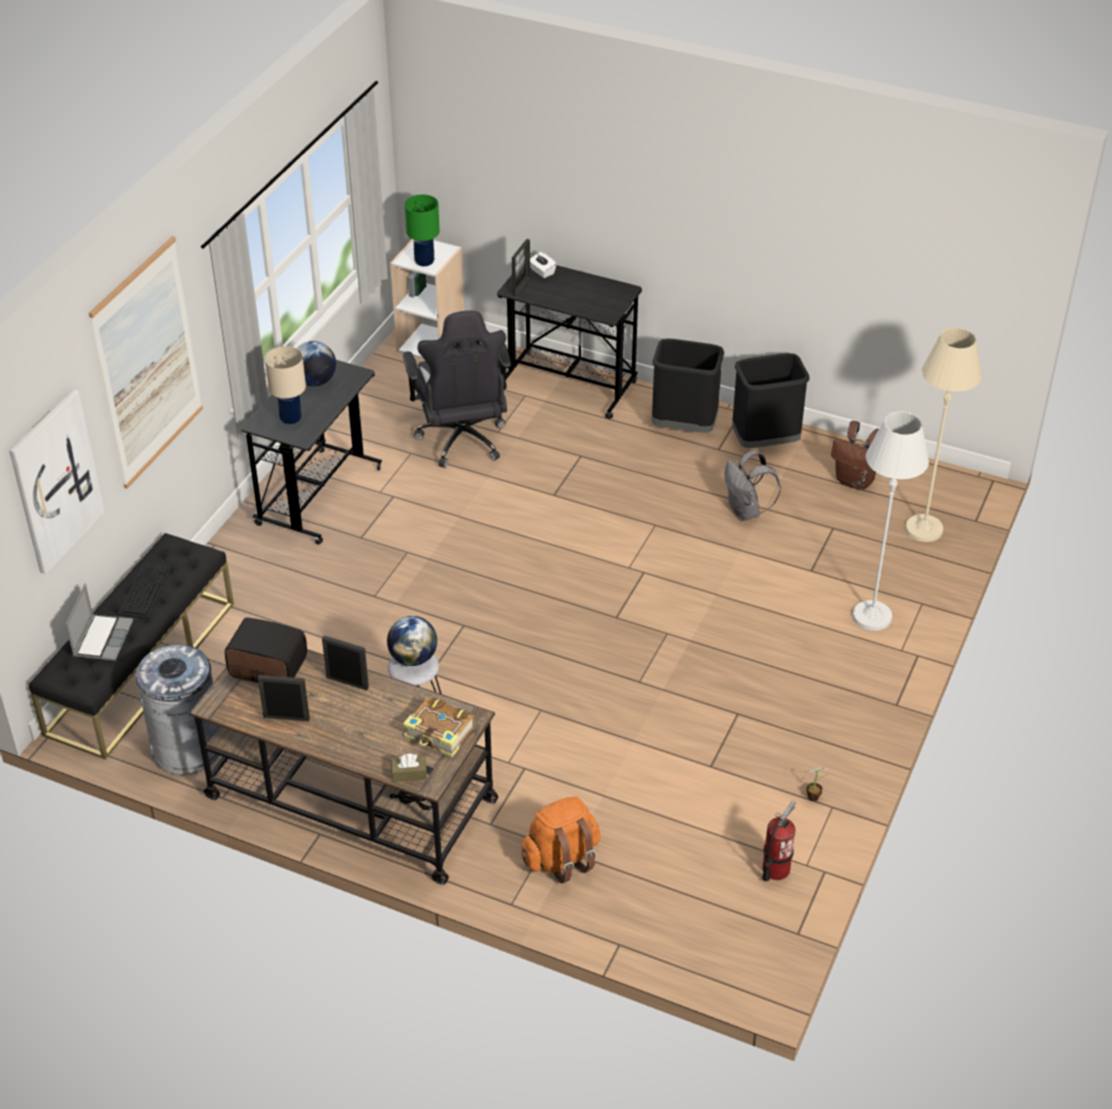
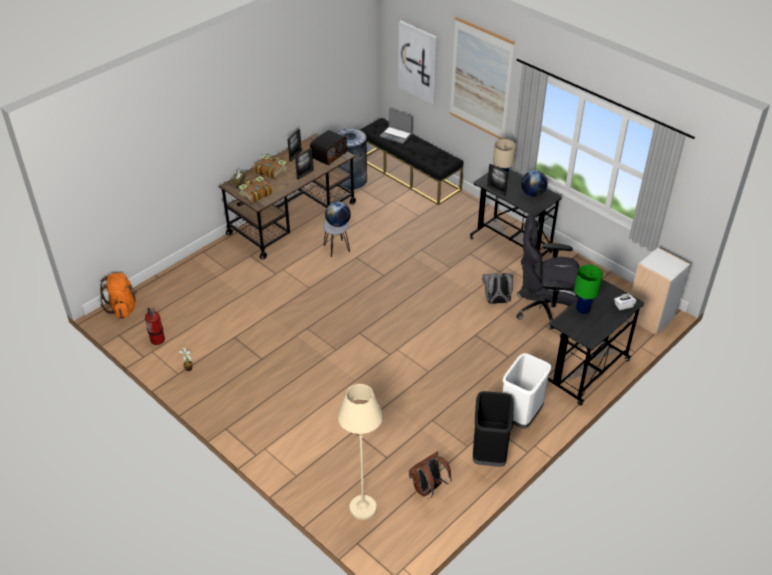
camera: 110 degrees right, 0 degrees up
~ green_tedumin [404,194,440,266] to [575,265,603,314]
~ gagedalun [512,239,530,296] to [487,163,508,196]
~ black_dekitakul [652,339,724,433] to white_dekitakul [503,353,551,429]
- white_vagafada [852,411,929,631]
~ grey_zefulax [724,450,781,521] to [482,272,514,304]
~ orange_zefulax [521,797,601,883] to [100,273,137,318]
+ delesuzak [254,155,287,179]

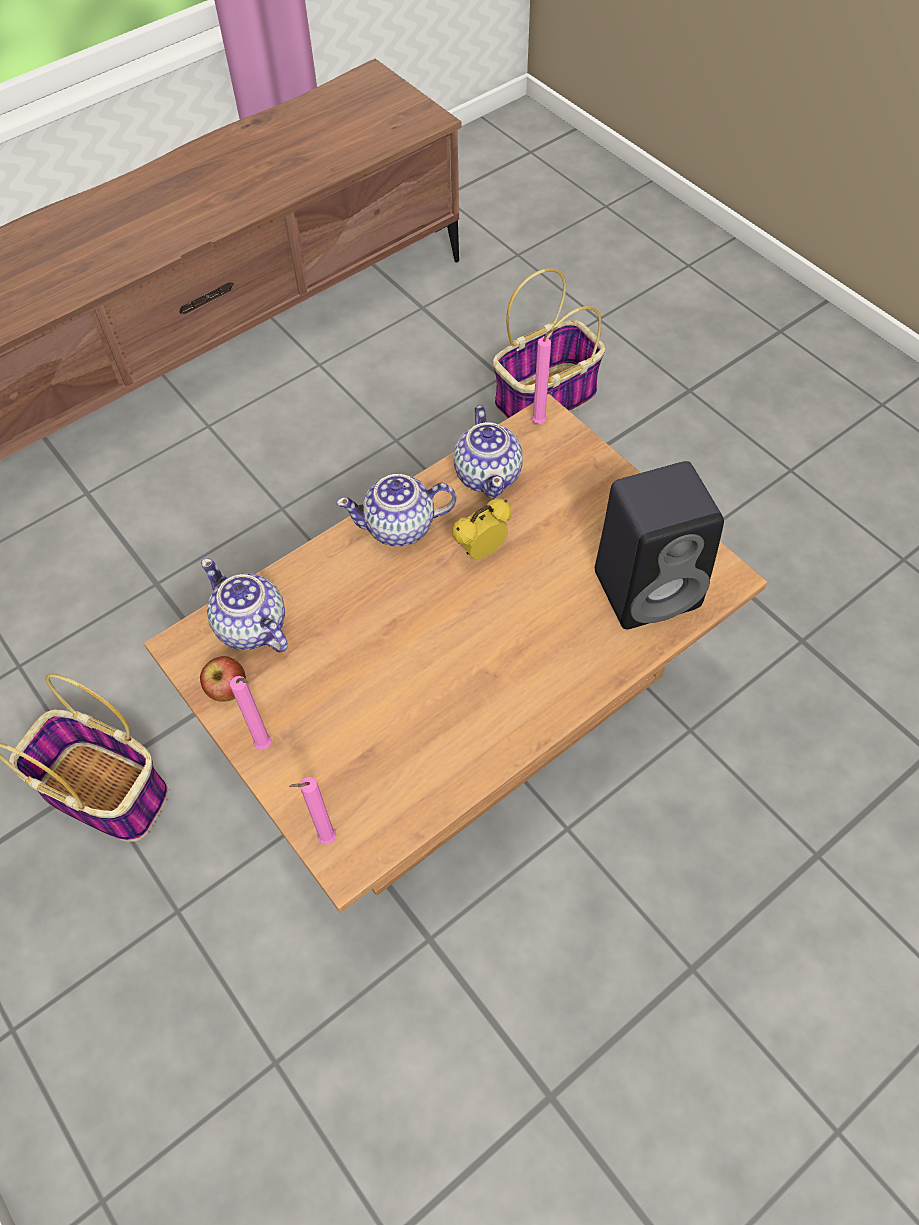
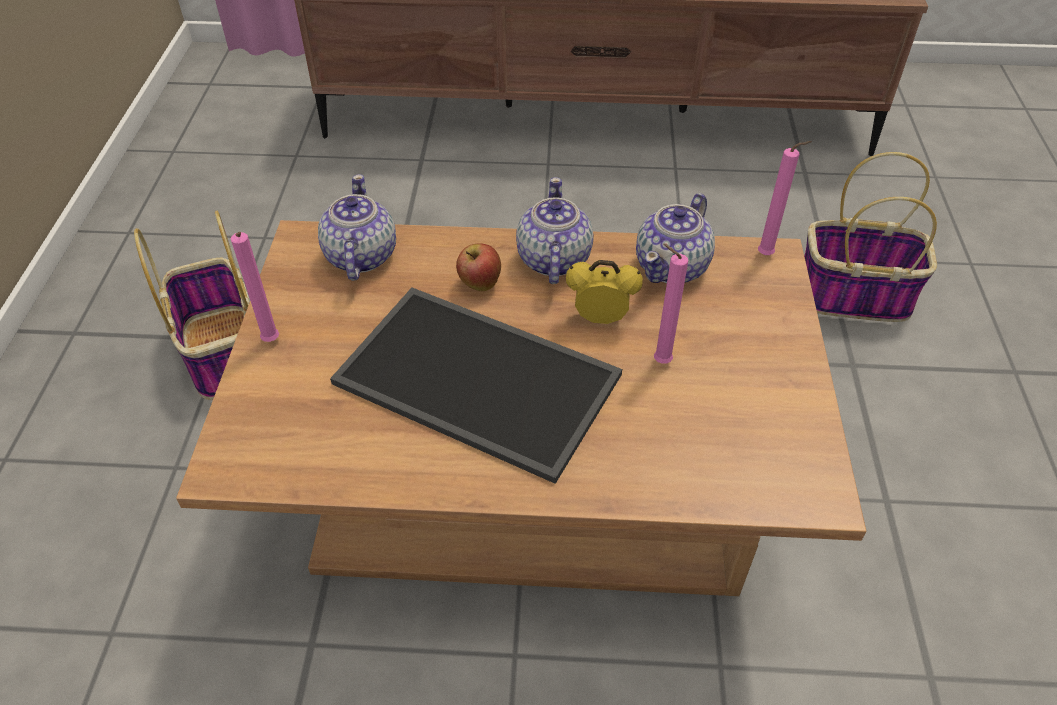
camera: 40 degrees right, 10 degrees down
- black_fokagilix [595,461,724,629]
~ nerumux [336,474,457,546] = [516,177,594,284] 60 degrees clockwise
~ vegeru [200,656,246,702] to [456,243,501,291]
~ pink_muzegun [289,776,336,845] to [654,244,688,364]
+ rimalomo [330,287,622,484]

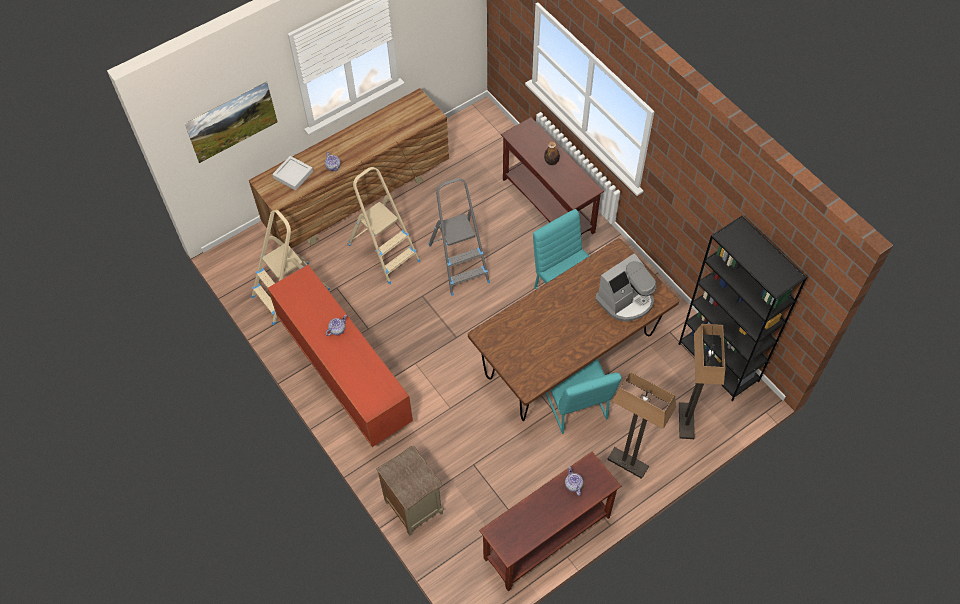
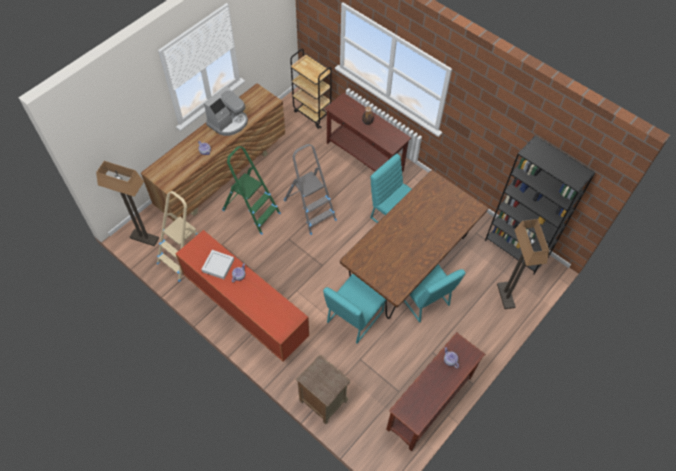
camera: 15 degrees left, 0 degrees up
- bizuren [185,82,277,163]
~ grey_rimalomo [272,156,313,191] to [201,250,234,279]
~ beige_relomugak [347,167,420,284] to green_relomugak [222,146,281,235]
~ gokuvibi [595,253,656,322] to [204,86,248,136]
~ vagafada [607,372,676,479] to [96,161,159,246]
+ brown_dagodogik [290,49,332,129]
+ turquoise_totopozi [323,274,386,344]

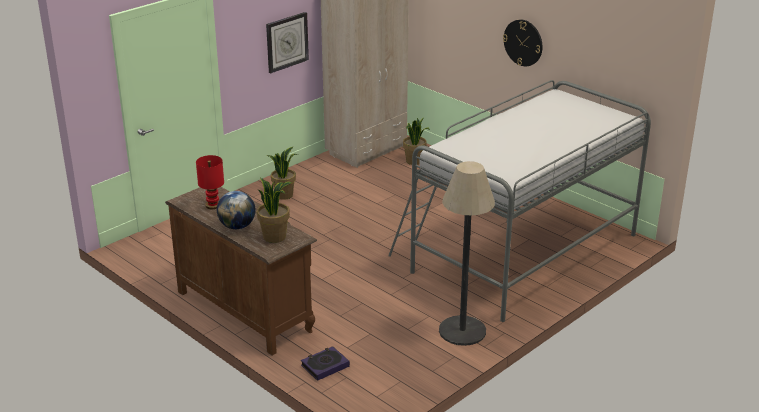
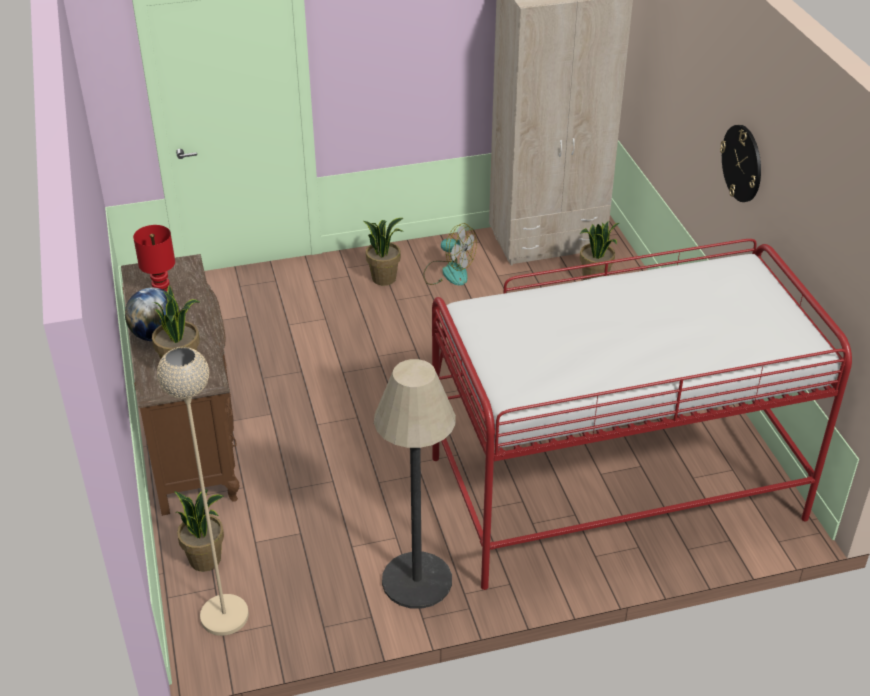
camera: 30 degrees right, 10 degrees up
- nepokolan [266,12,309,73]
~ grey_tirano [388,80,651,322] to red_tirano [432,239,852,590]
~ delesuzak [301,346,350,381] to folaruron [174,490,224,572]
+ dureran [423,223,477,286]
+ beige_vagafada [157,347,249,636]

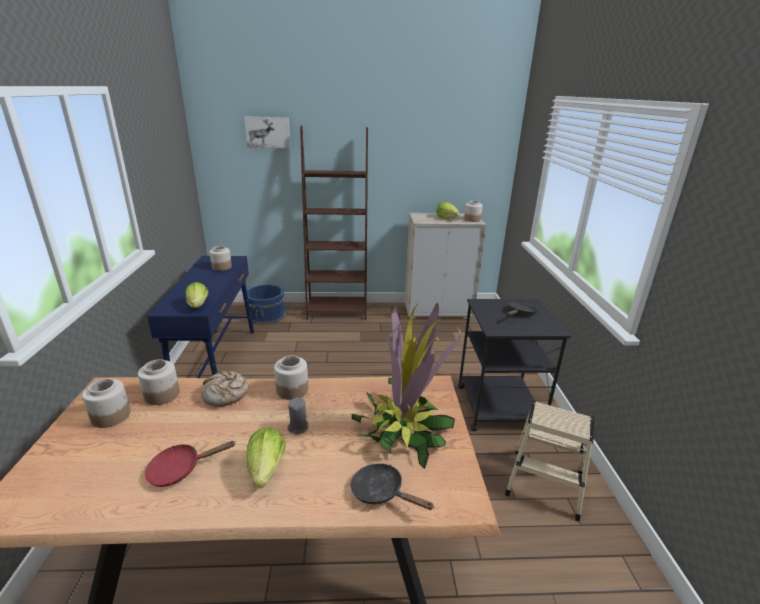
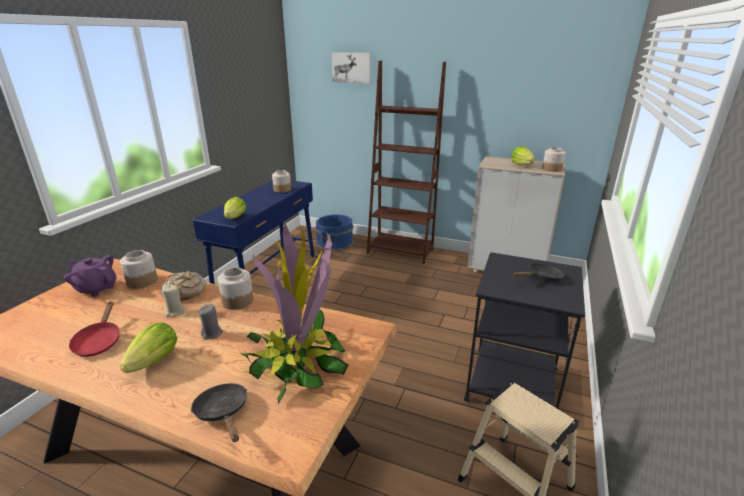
camera: 25 degrees right, 0 degrees up
~ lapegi [82,378,130,428] to purple_nerumux [64,255,116,297]
~ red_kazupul [145,441,235,487] = [69,301,120,357] 105 degrees counterclockwise
+ beige_muzegun [162,285,185,317]

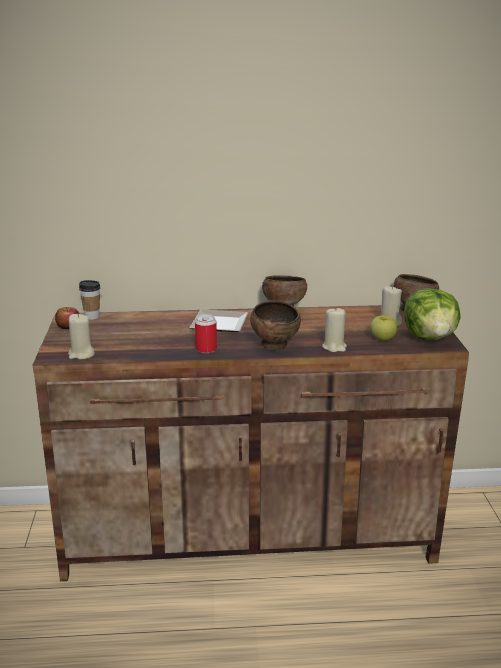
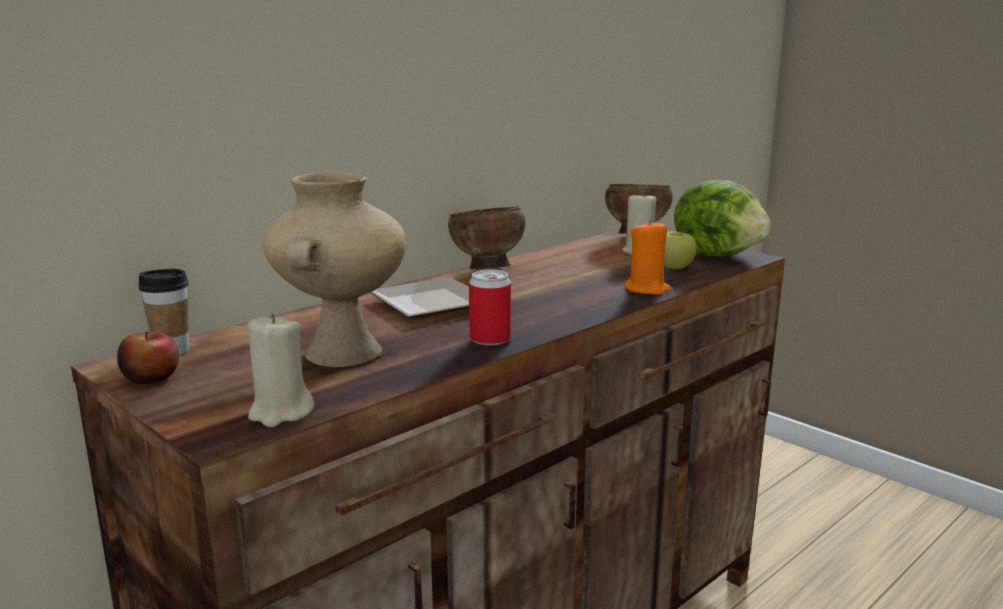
camera: 40 degrees left, 5 degrees down
- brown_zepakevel [250,301,301,351]
~ beige_muzegun [322,307,347,352] to orange_muzegun [624,219,671,295]
+ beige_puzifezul [263,172,406,367]

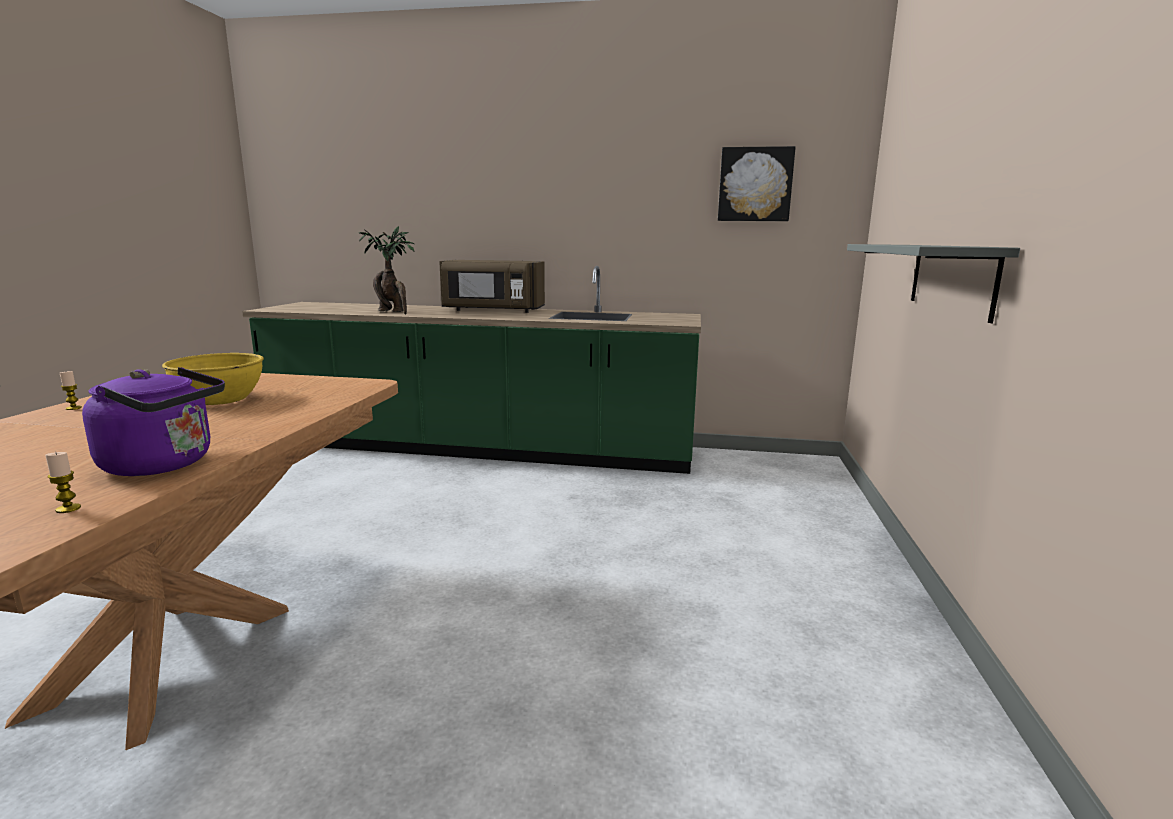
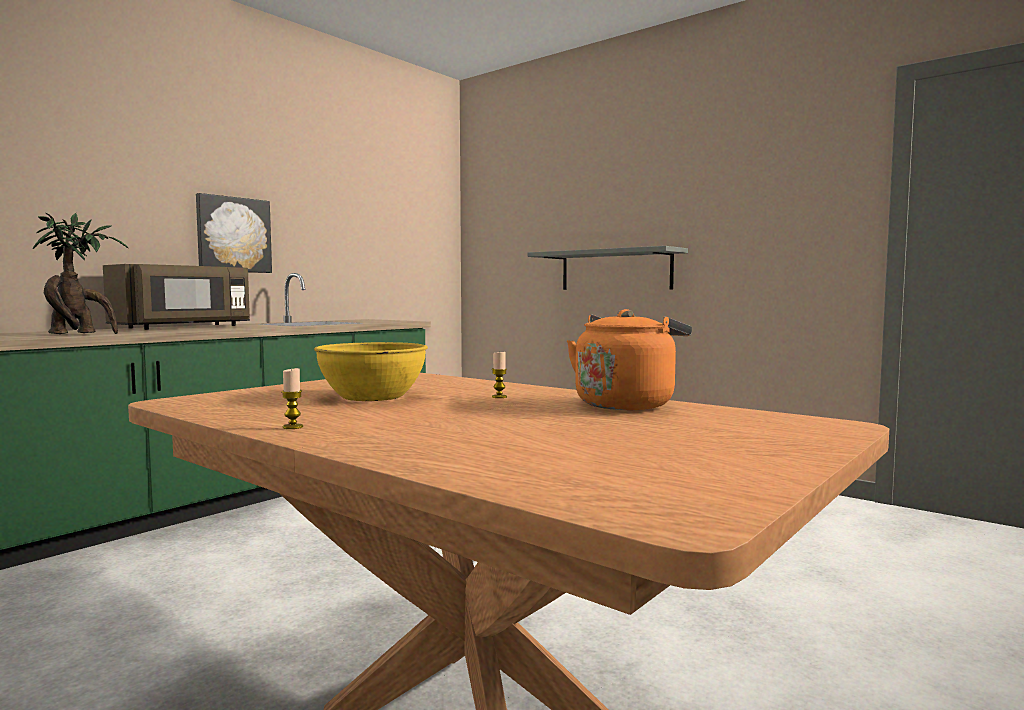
camera: 60 degrees left, 10 degrees down
~ bizuren [718,146,796,221] to [196,193,272,273]
~ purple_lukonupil [82,367,225,476] to orange_lukonupil [567,309,692,410]
~ muzegun [45,452,81,513] to [492,351,507,398]

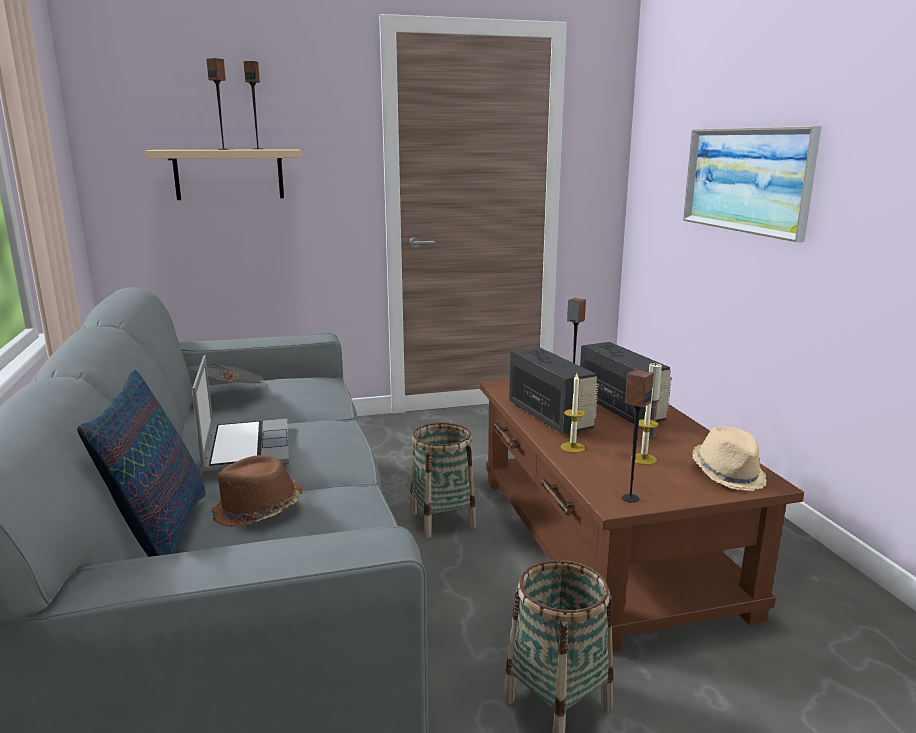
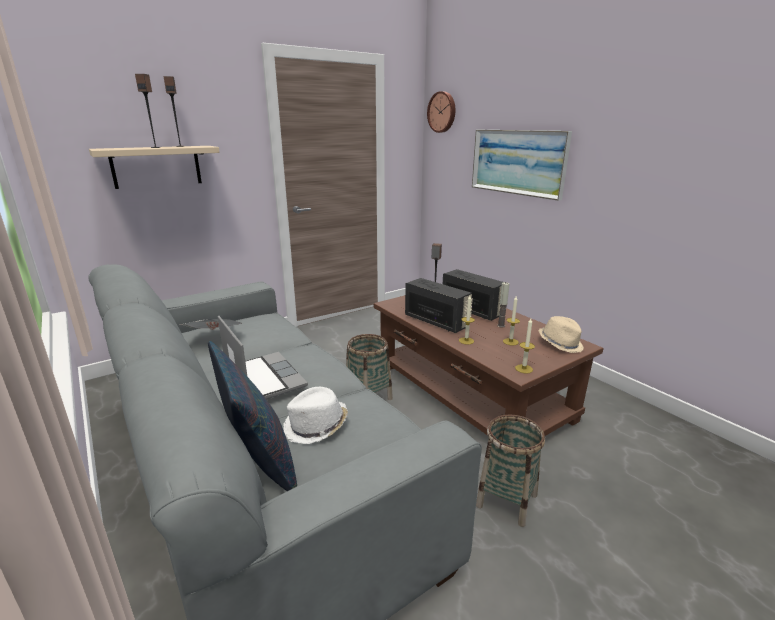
camera: 20 degrees left, 5 degrees up
~ fokagilix [622,369,654,503] to muzegun [515,319,535,374]
~ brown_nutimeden [212,455,303,527] to white_nutimeden [283,387,348,444]
+ nepokolan [427,91,455,133]

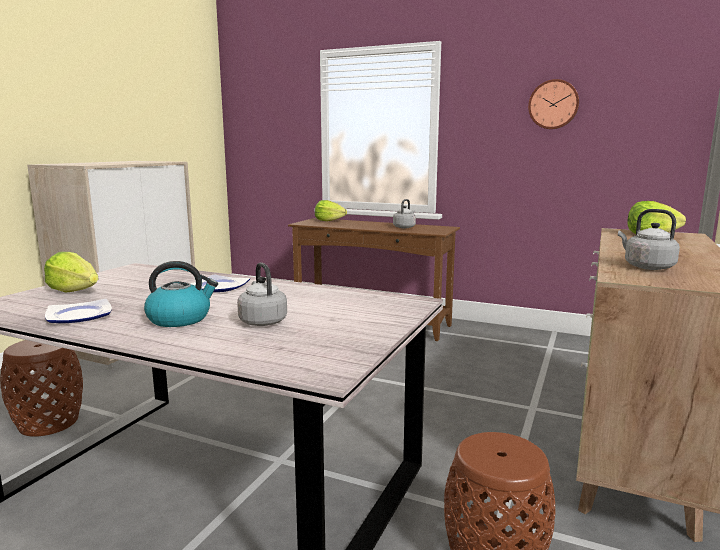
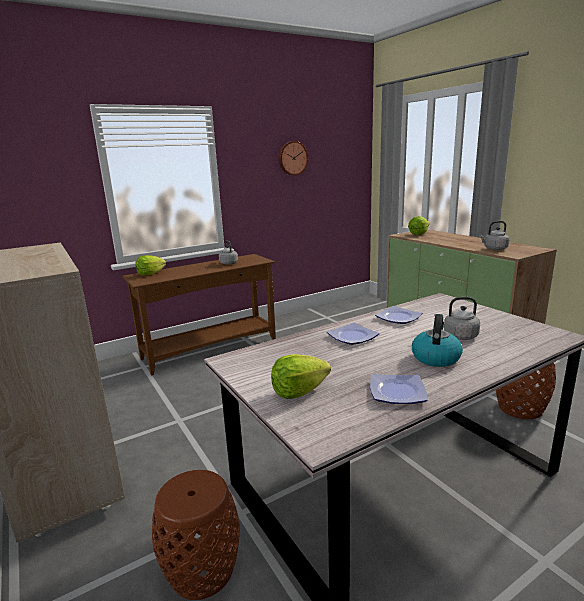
camera: 55 degrees left, 5 degrees up
+ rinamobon [375,306,422,324]

